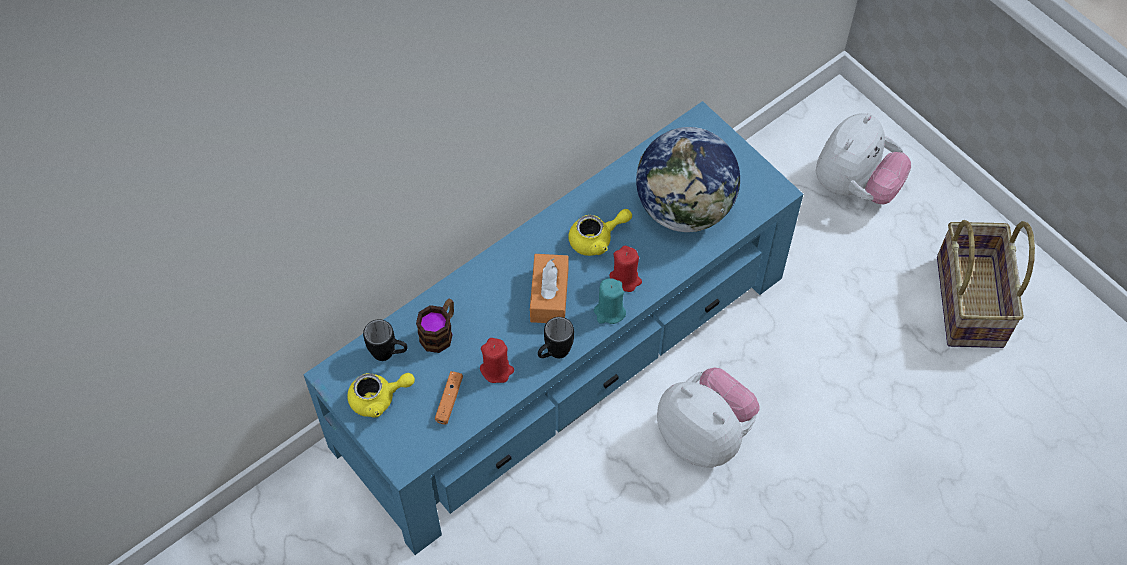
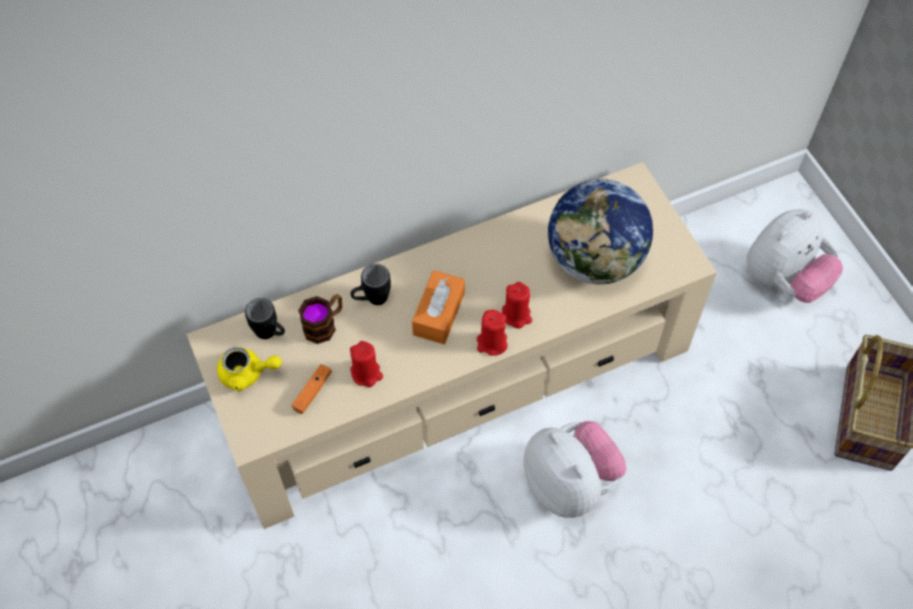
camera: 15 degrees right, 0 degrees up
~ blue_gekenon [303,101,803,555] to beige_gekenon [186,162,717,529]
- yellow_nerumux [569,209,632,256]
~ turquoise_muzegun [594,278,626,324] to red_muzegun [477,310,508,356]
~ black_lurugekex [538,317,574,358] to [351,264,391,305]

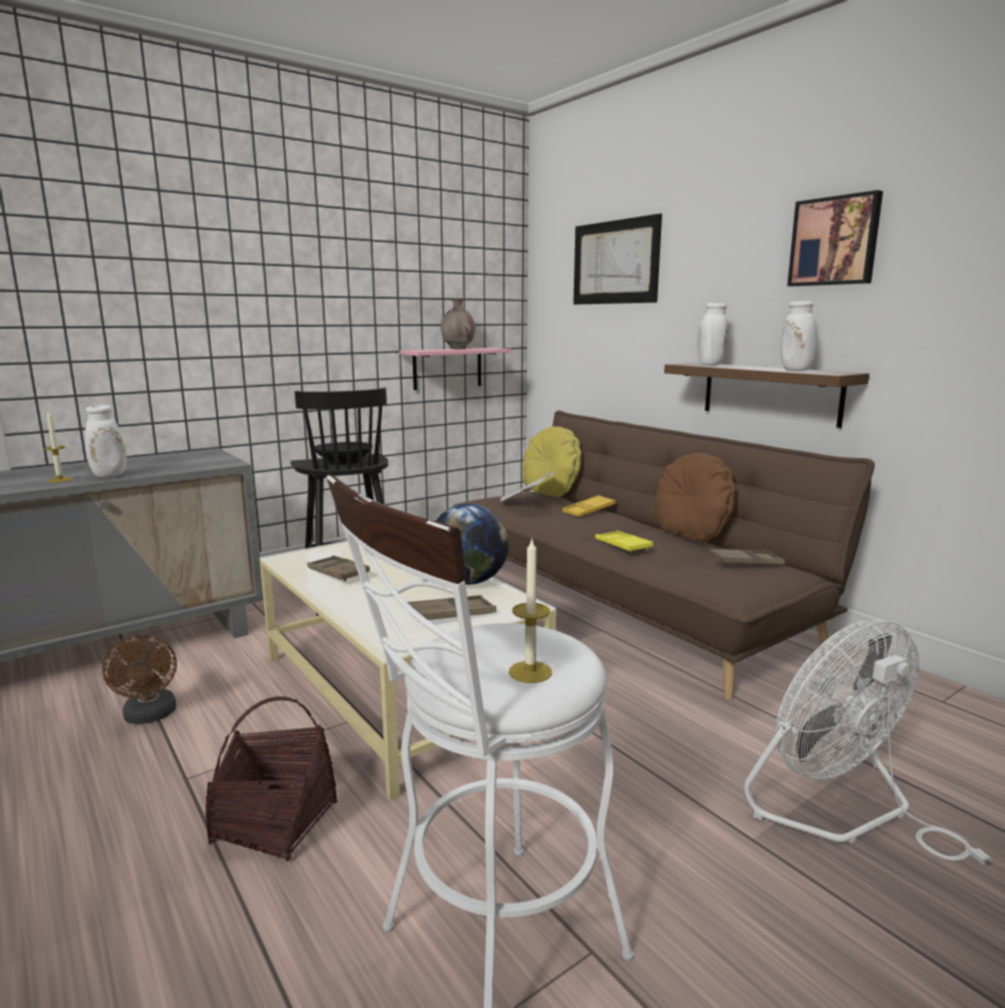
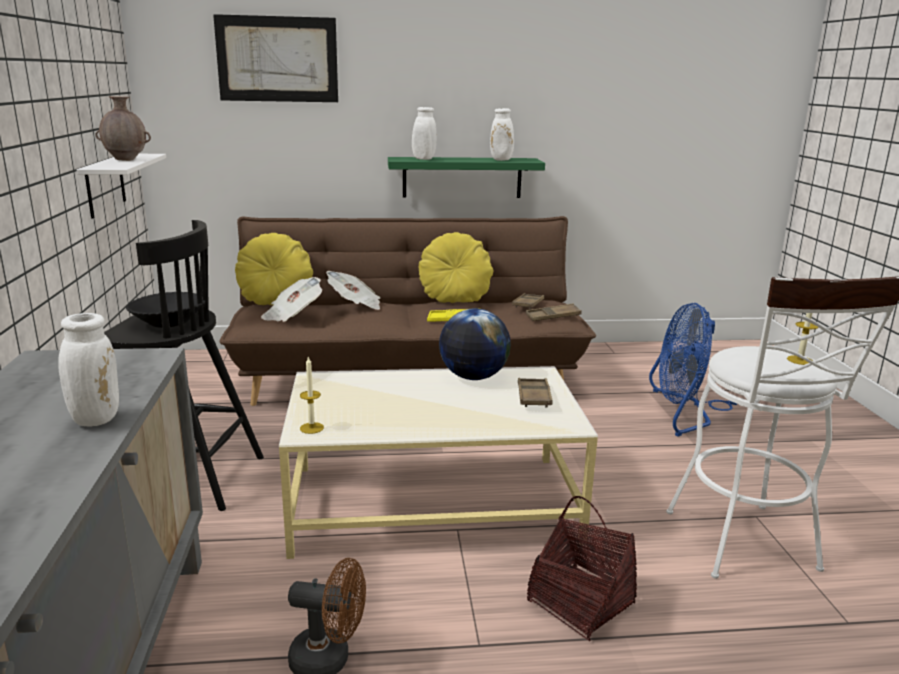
camera: 60 degrees left, 5 degrees up
- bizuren [787,190,883,286]
~ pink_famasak [399,348,511,390] to white_famasak [77,154,166,219]
~ brown_famasak [664,363,869,428] to green_famasak [388,157,545,198]
~ muzegun [44,411,73,483] to [300,357,324,434]
~ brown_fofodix [654,453,736,542] to yellow_fofodix [419,232,493,303]
~ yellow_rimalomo [562,495,616,517] to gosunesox [326,271,380,310]
~ brown_rimalomo [307,555,370,581] to [526,304,582,321]
~ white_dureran [744,620,992,865] to blue_dureran [649,303,737,437]

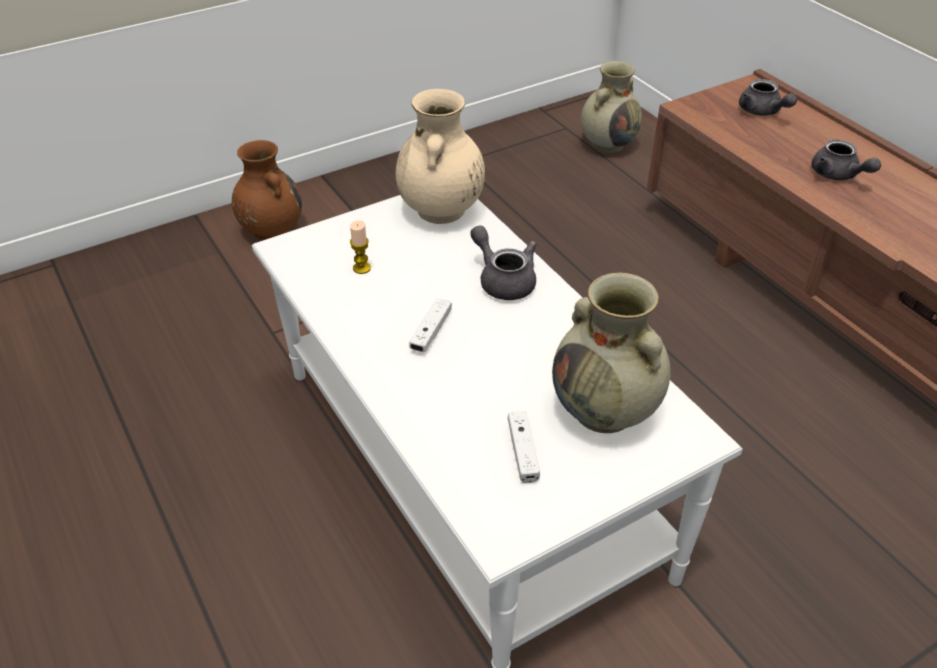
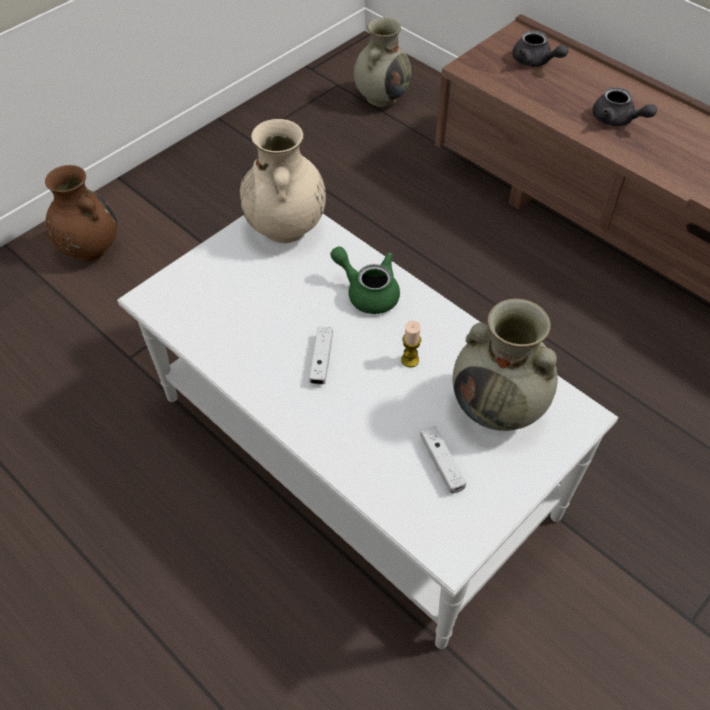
camera: 15 degrees left, 10 degrees up
~ muzegun [350,220,371,274] to [401,321,421,367]
~ grey_nerumux [470,225,536,300] to green_nerumux [330,246,400,314]

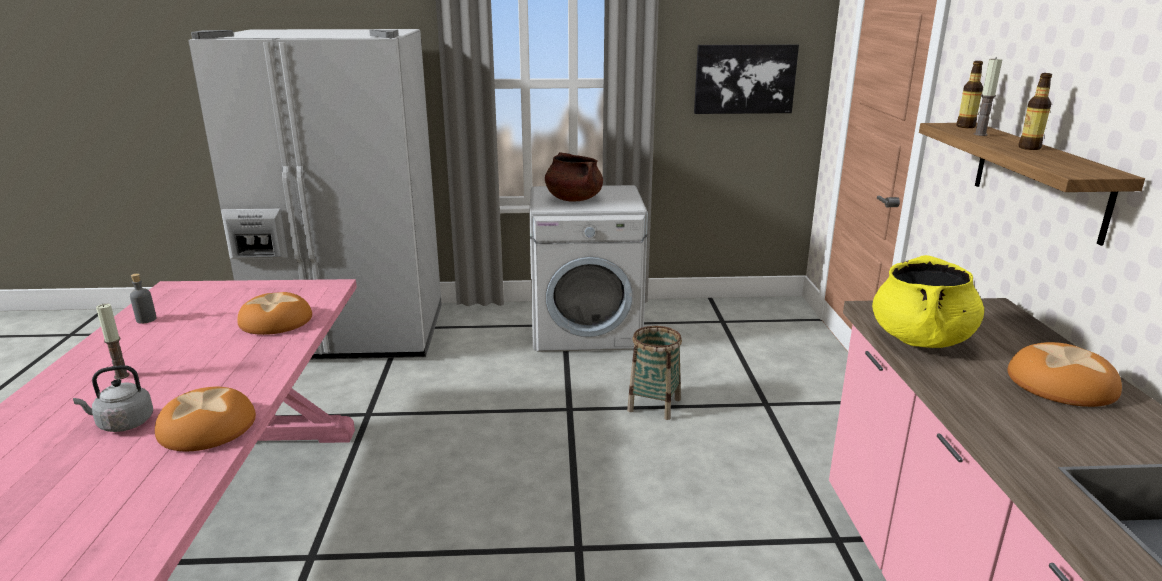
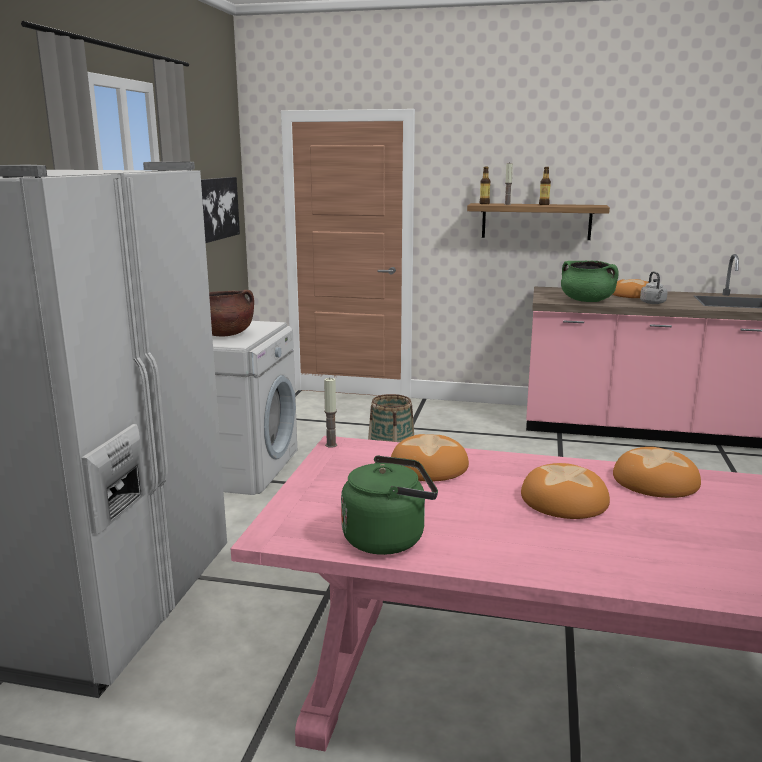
camera: 75 degrees left, 5 degrees down
~ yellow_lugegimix [872,255,984,348] to green_lugegimix [561,261,619,302]
~ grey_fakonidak [130,273,157,324] to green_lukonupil [341,455,438,555]
~ muzegun [96,304,130,379] to [324,377,337,448]
~ grey_lukonupil [73,365,153,432] to [640,271,668,304]
+ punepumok [521,463,610,519]

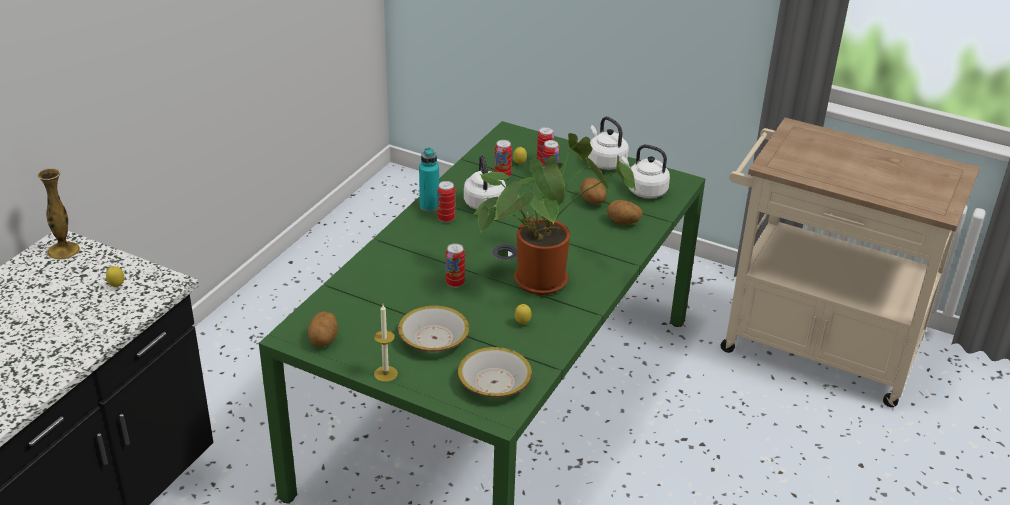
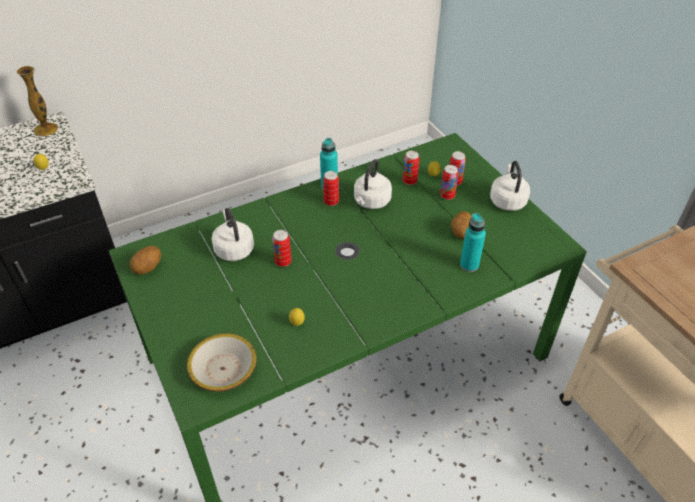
camera: 35 degrees right, 10 degrees up
- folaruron [474,133,636,295]
~ white_lukonupil [621,144,670,199] to [212,208,254,261]
~ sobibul [607,200,643,225] to turquoise_fakonidak [460,213,486,272]
- muzegun [374,305,398,382]
- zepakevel [398,305,469,352]

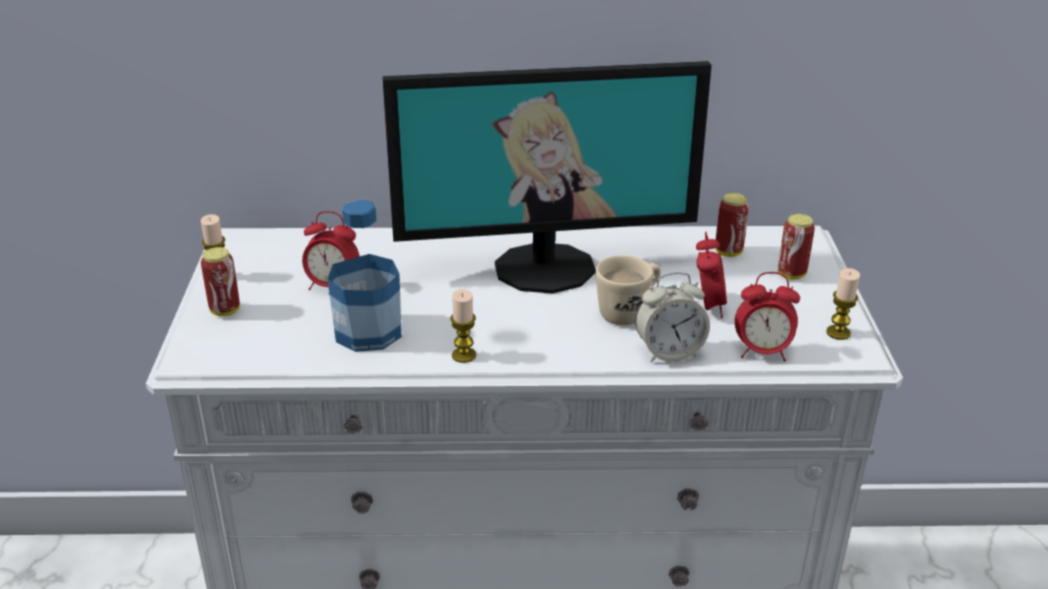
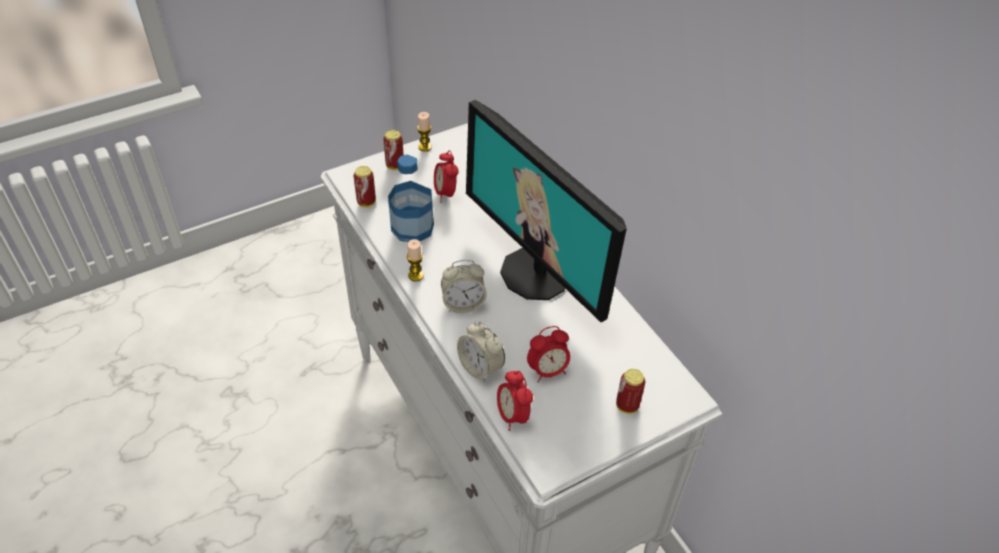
camera: 60 degrees right, 15 degrees up
~ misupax [715,193,749,257] to [354,166,376,207]
- beige_lurugekex [595,255,661,325]
- muzegun [826,268,860,340]
+ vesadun [441,260,487,313]

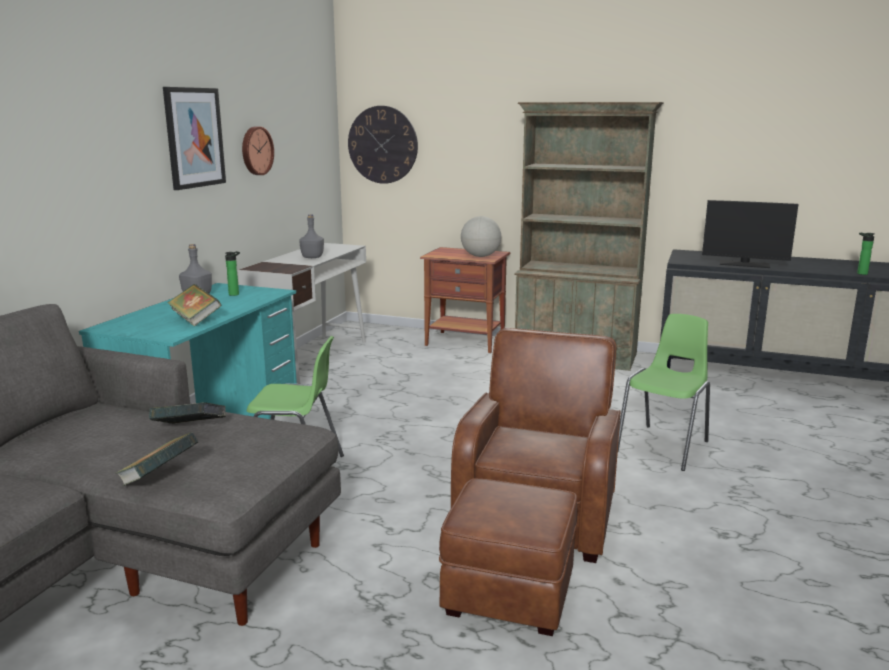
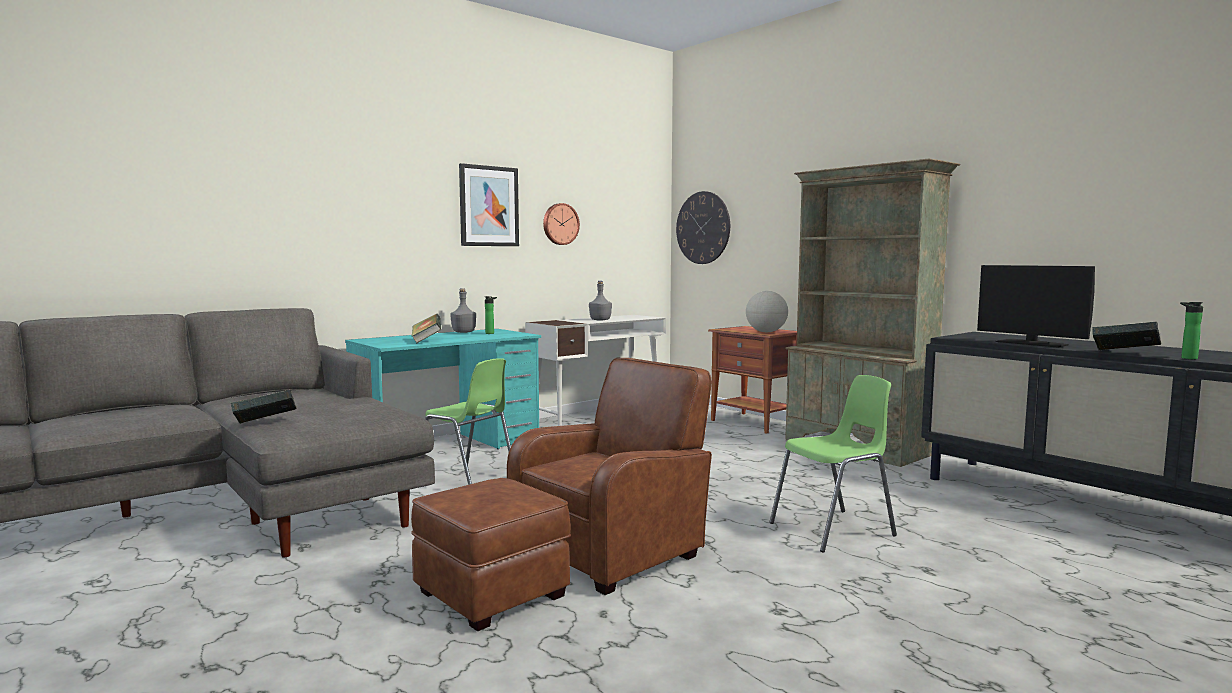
camera: 30 degrees right, 10 degrees down
~ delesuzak [149,402,226,424] to [1092,321,1161,351]

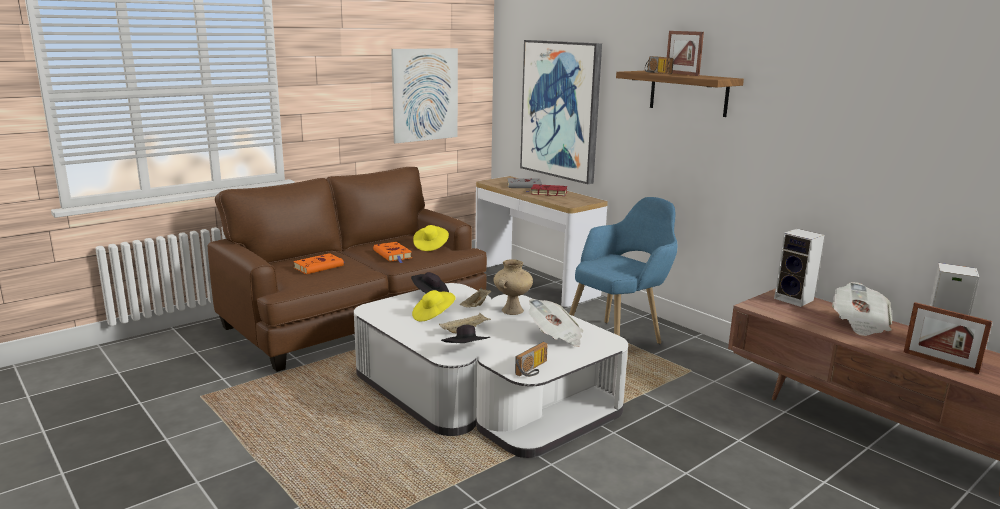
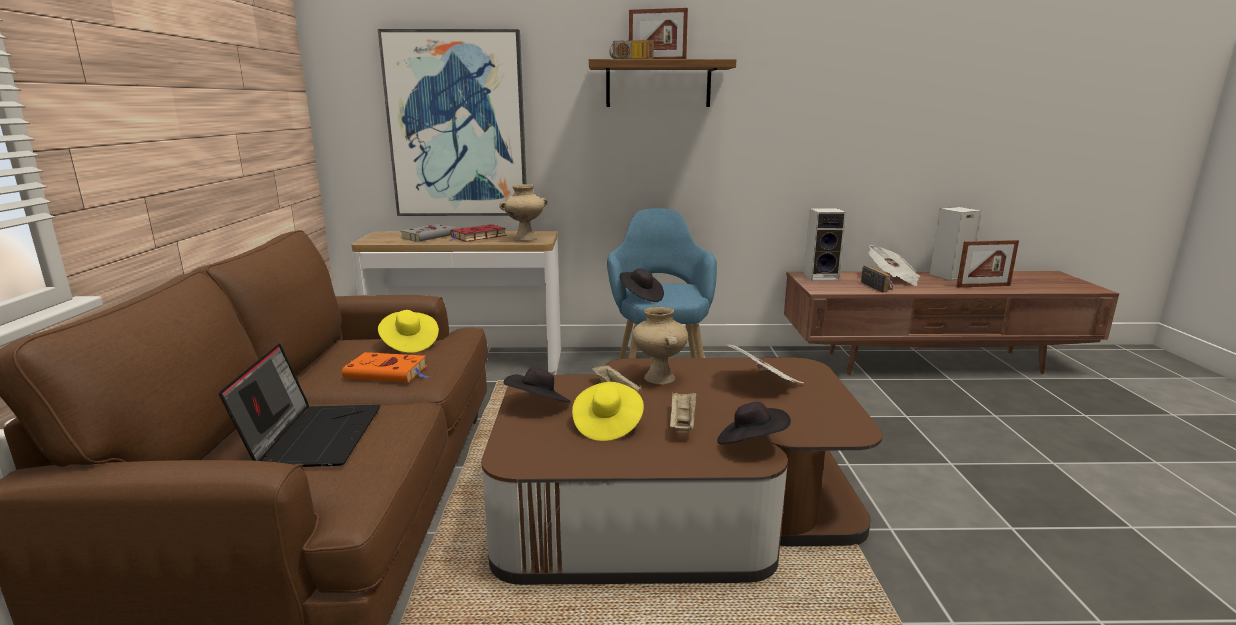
camera: 50 degrees left, 0 degrees up
- bizuren [391,48,458,143]
~ orange_delesuzak [293,253,345,274] to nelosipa [219,343,381,467]
~ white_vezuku [354,283,628,458] to brown_vezuku [481,358,883,585]
~ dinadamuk [515,342,548,377] to [861,266,893,292]
+ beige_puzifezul [499,184,548,241]
+ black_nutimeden [620,268,664,302]

